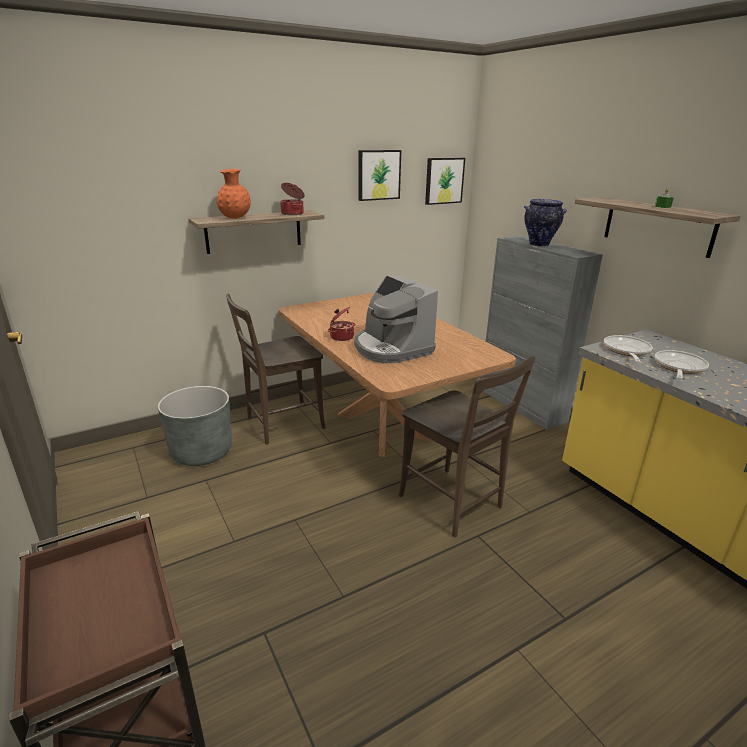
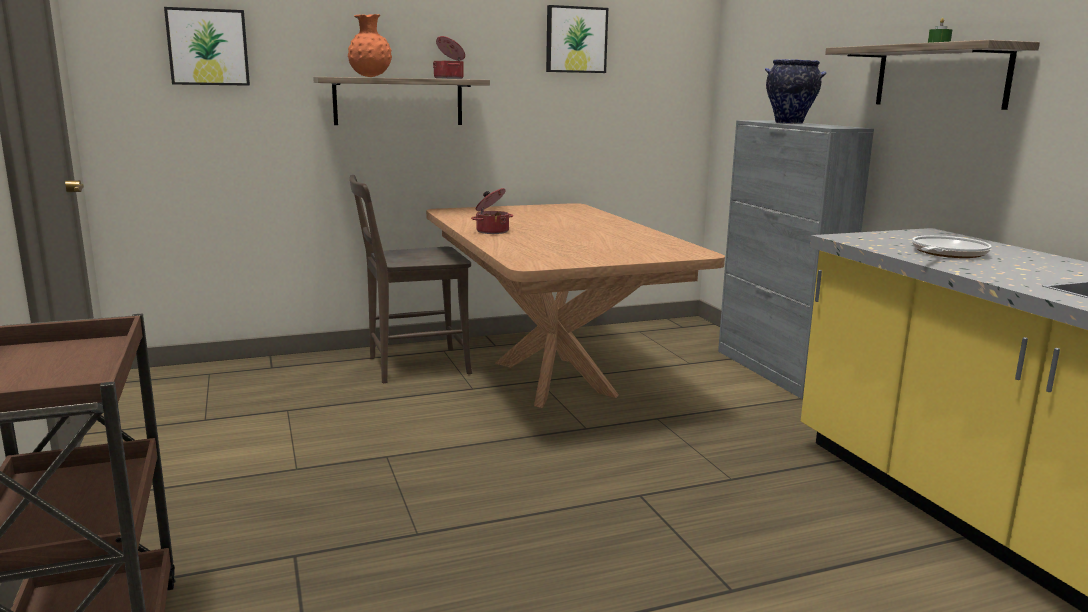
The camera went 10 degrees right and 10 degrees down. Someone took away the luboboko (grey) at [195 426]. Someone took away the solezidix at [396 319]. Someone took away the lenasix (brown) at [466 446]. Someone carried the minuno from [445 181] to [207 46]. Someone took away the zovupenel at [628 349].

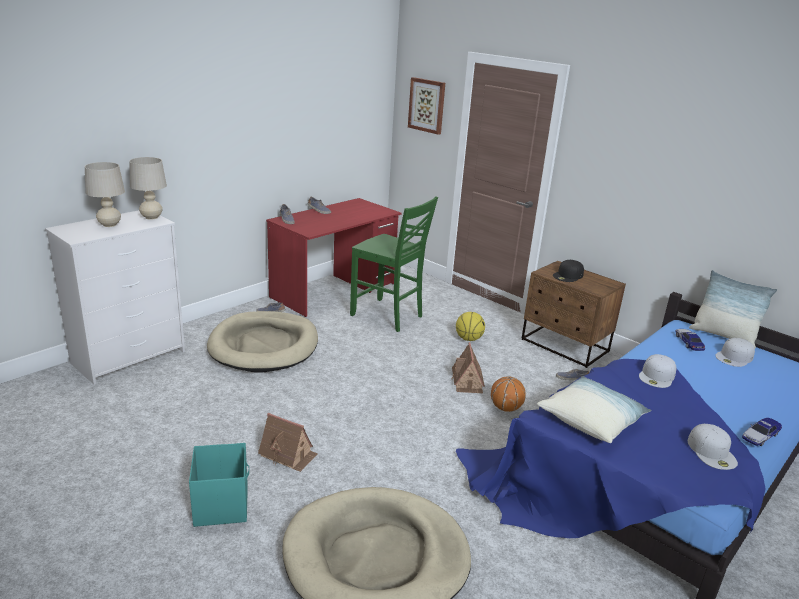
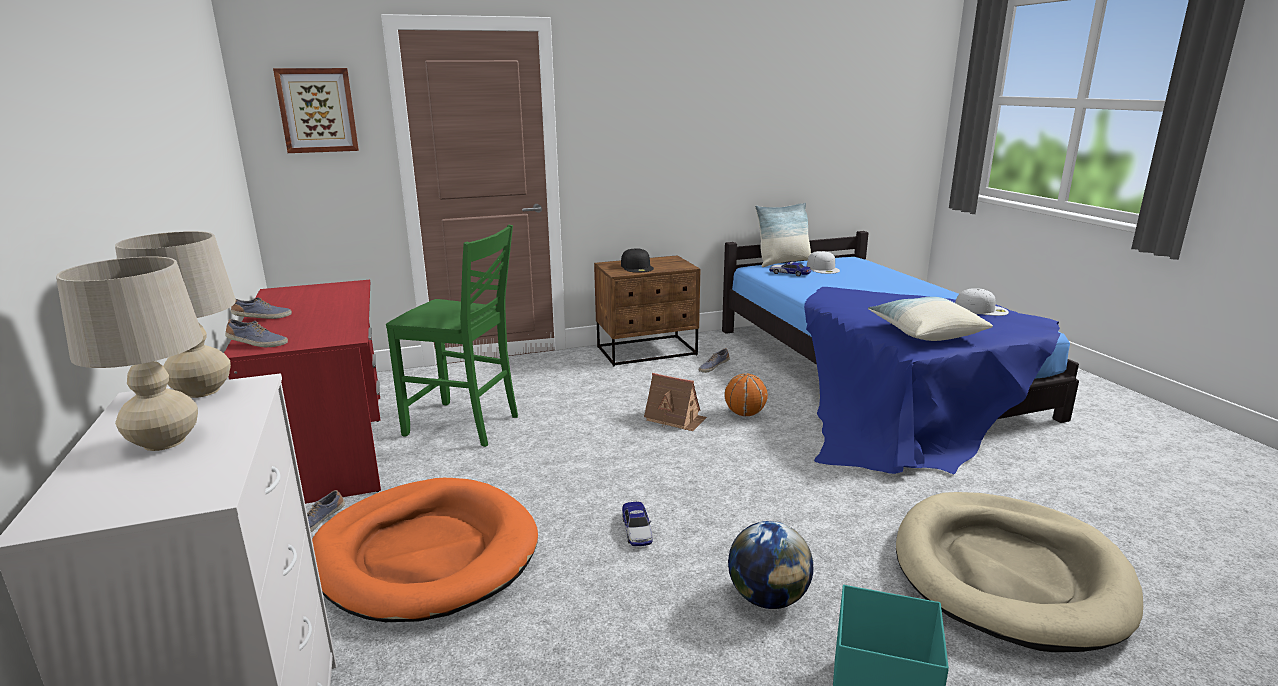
The camera went 60 degrees left and 5 degrees down. Someone repainted the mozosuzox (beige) at [262 341], which became the mozosuzox (orange) at [425 550]. Someone swapped the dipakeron at [288 442] for the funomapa at [770 565]. Someone rotated the lenasix (green) at [394 264] by 45 degrees clockwise. Someone took away the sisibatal at [470 326]. Someone took away the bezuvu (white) at [658 371]. Someone carried the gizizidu from [762 432] to [637 524].

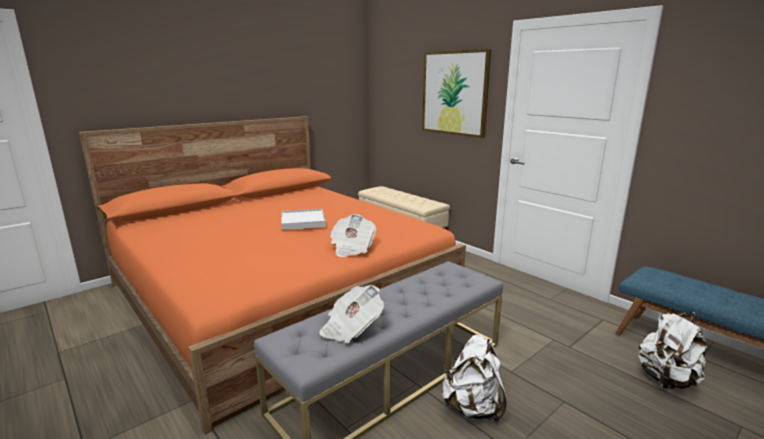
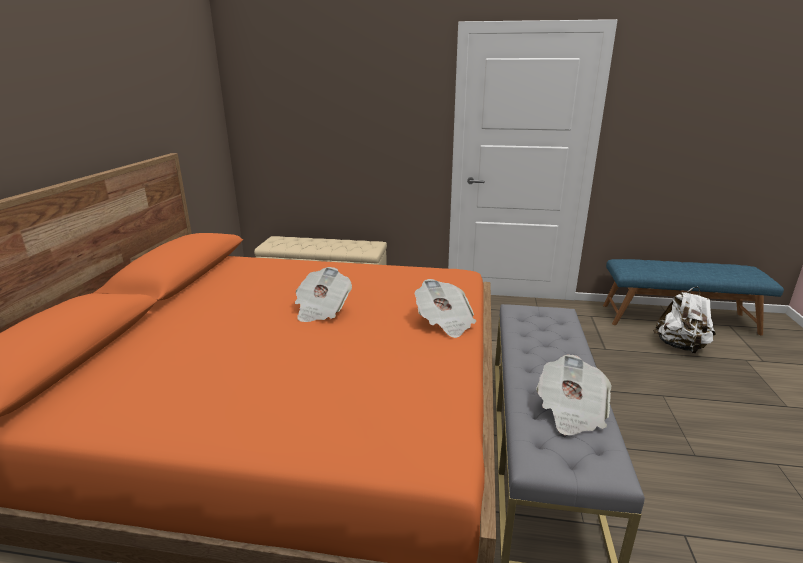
The camera went 40 degrees left and 5 degrees up. Someone swapped the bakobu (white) at [304 219] for the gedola at [323 294]. Someone took away the minuno at [456 93]. Someone took away the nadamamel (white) at [474 378].

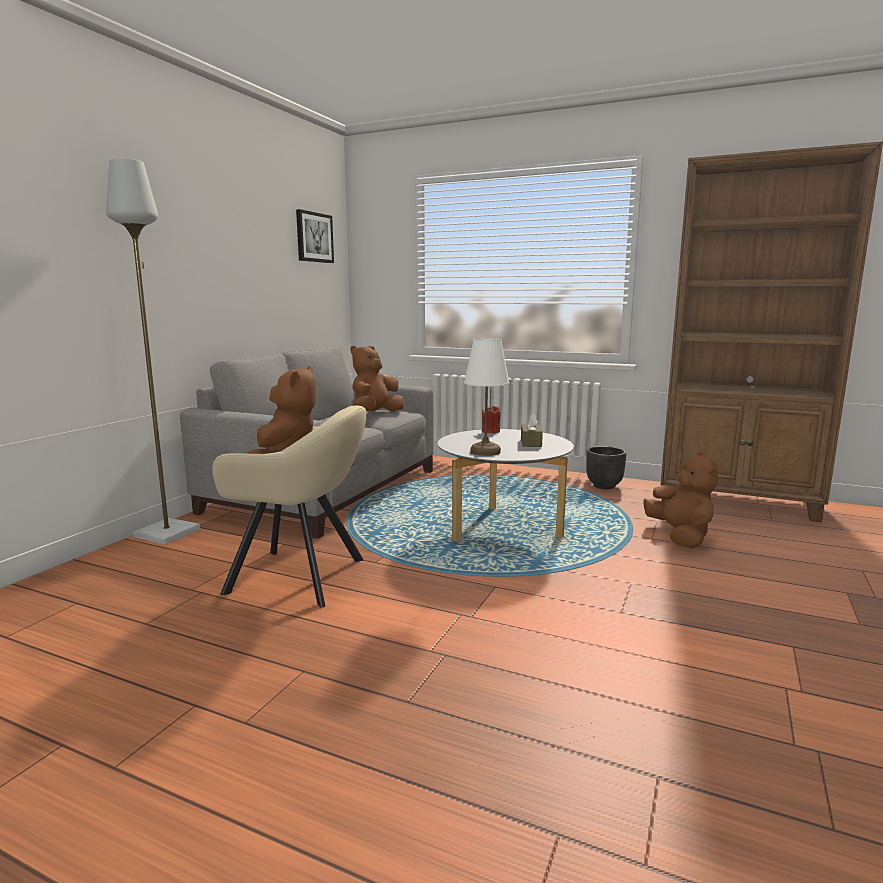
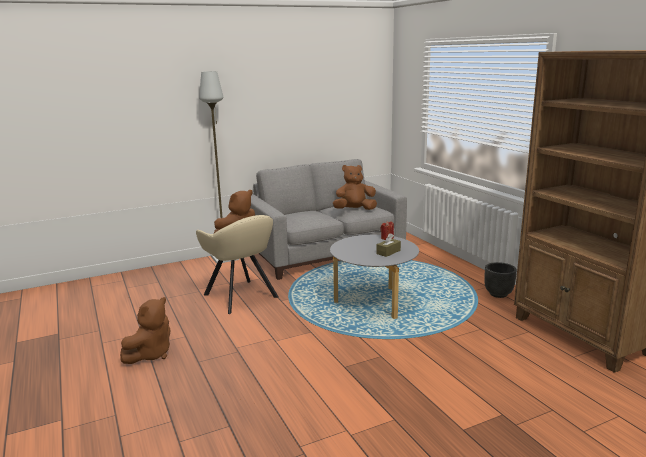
The camera went 40 degrees right and 5 degrees up. Someone took away the minuno at [315 236]. Someone took away the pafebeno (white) at [486 397]. Someone carried the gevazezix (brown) from [680 500] to [145 330].

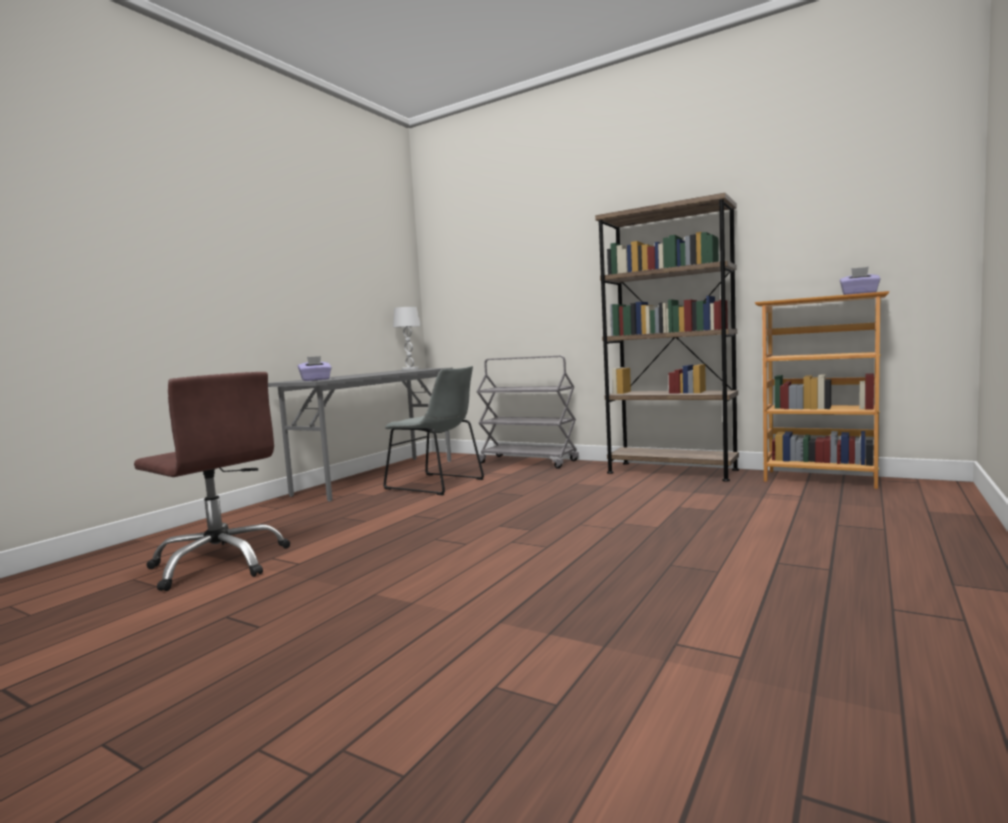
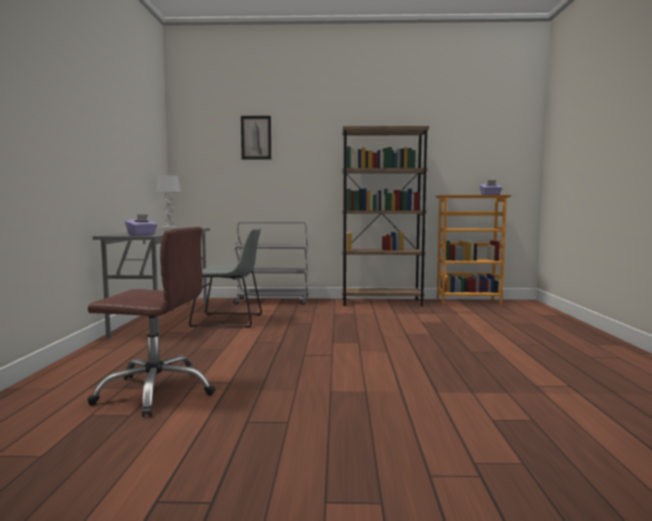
The camera went 30 degrees left and 0 degrees up. Someone put up the minuno at [256 137].

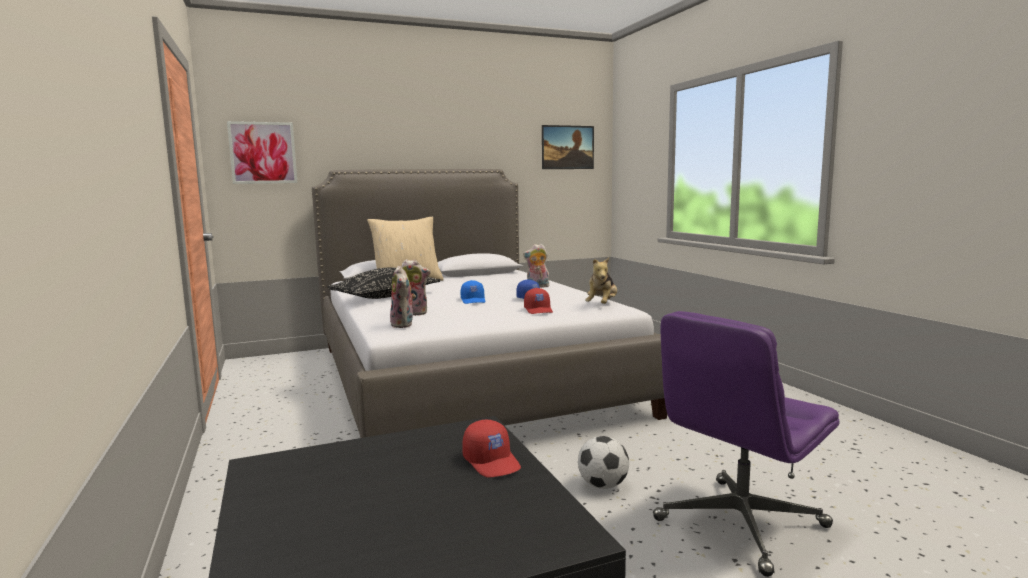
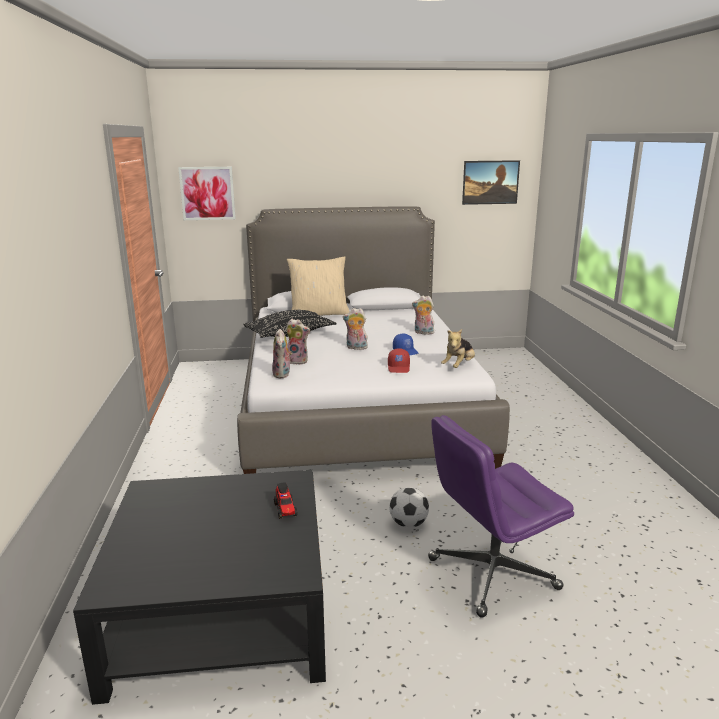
The camera went 15 degrees right and 10 degrees up. Someone swapped the bezuvu (blue) at [473 292] for the gevazezix at [355 329]. Someone swapped the bezuvu (red) at [491 448] for the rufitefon at [285 501].

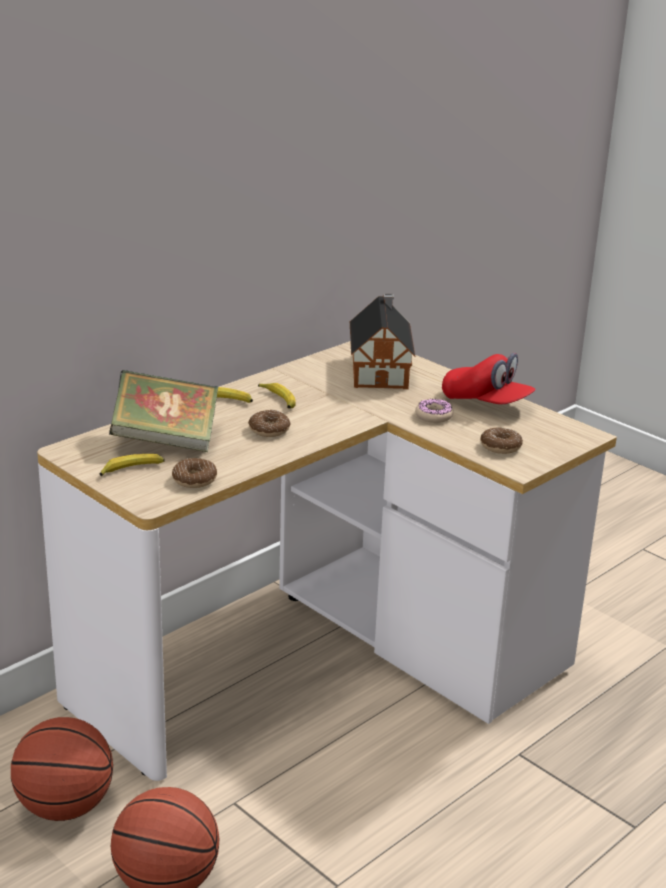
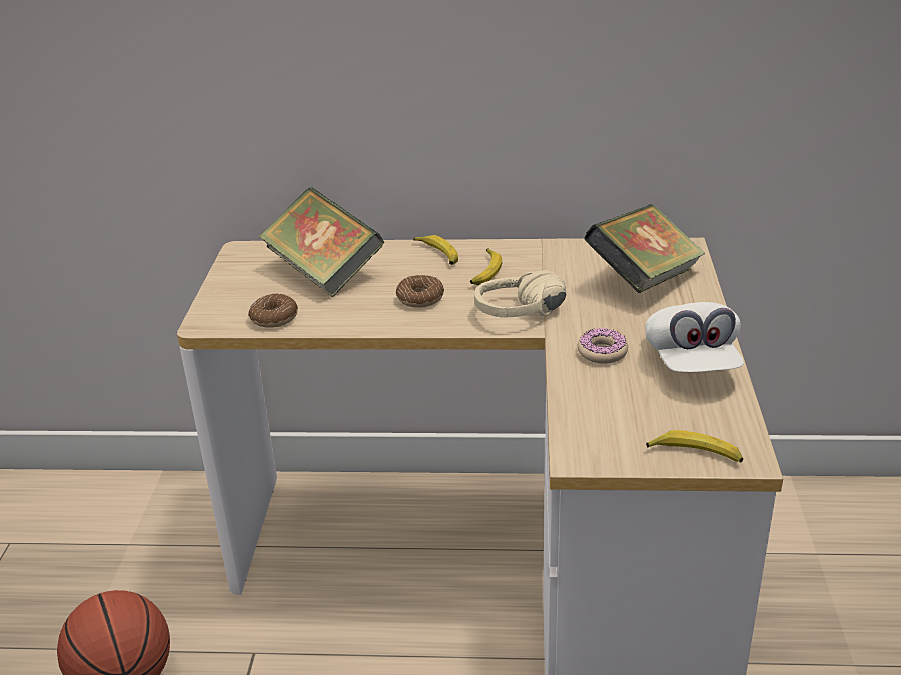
The camera went 50 degrees right and 5 degrees up. Someone took away the sisibatal at [62 769]. Someone carried the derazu from [132 465] to [694 446]. Someone swapped the dipakeron at [382 341] for the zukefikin at [644 248]. Someone repainted the bezuvu (red) at [488 378], which became the bezuvu (white) at [694 337]. Someone took away the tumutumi at [501 440]. Someone put down the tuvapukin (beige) at [520 294].

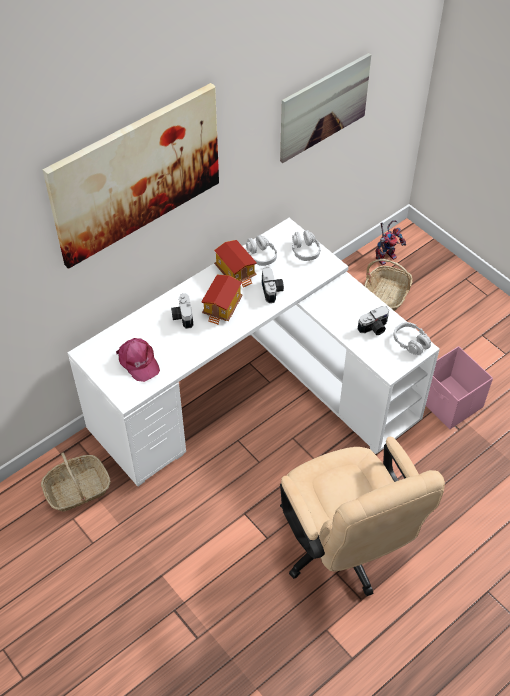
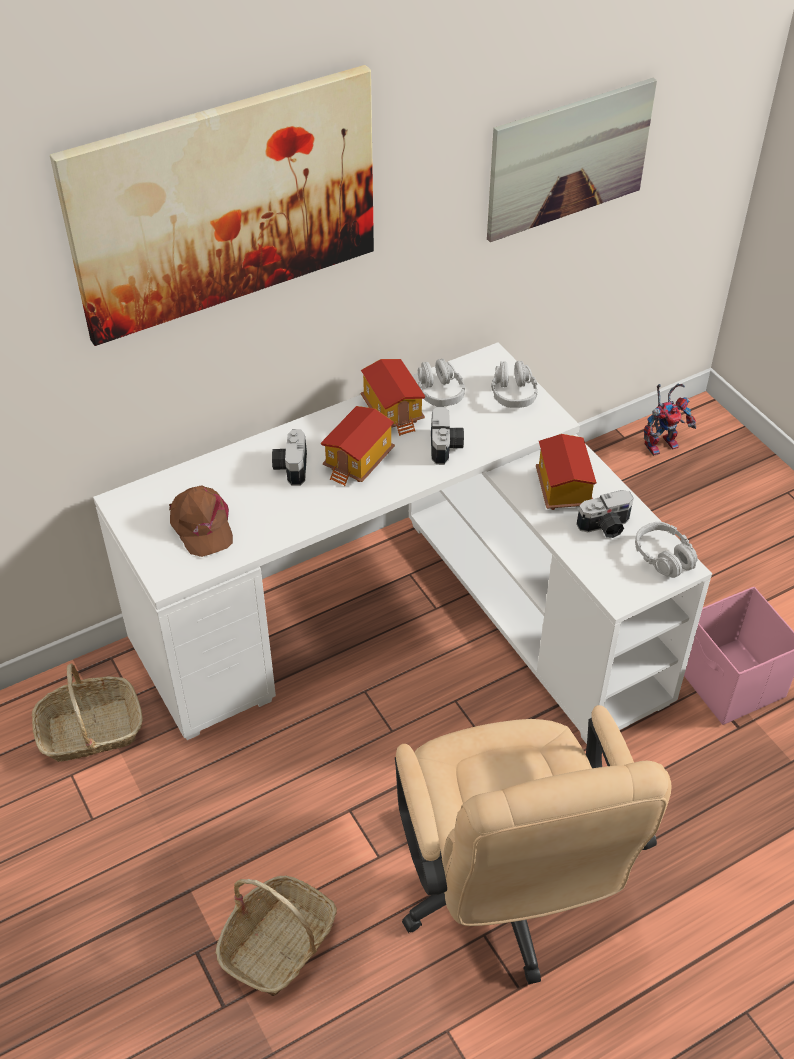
The camera went 10 degrees right and 5 degrees down. Someone repainted the bezuvu (pink) at [138 360], which became the bezuvu (brown) at [201 521]. Someone carried the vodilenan from [388 285] to [276 935]. Someone put down the dipakeron at [566 472].

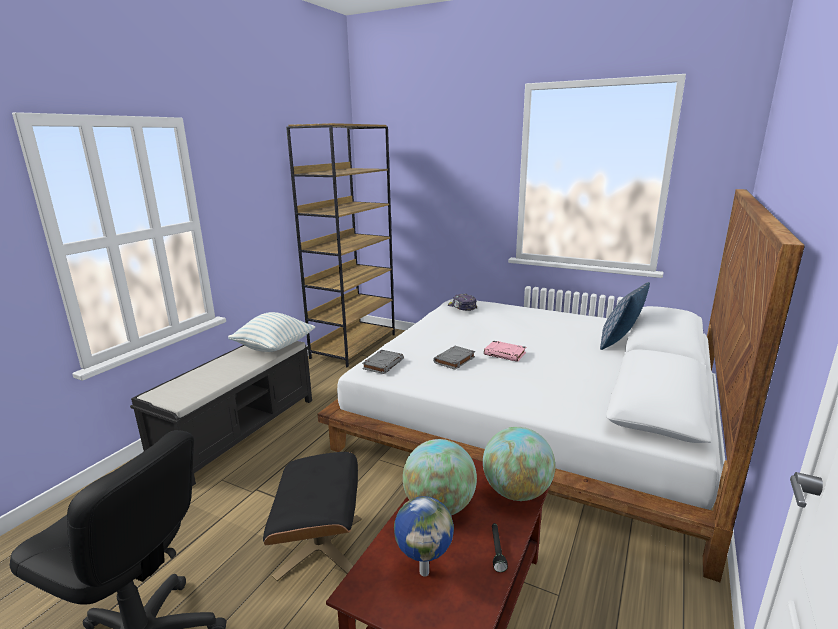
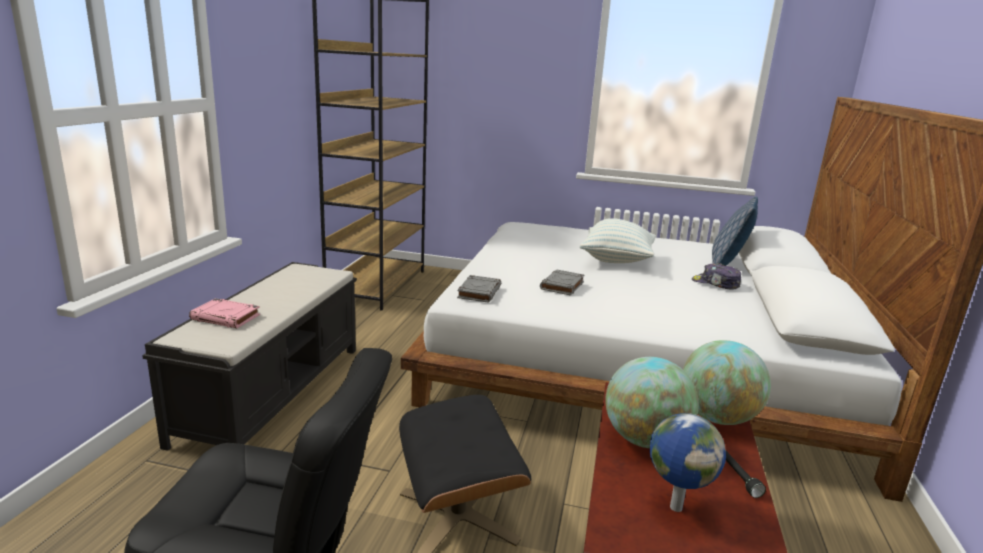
The camera went 15 degrees left and 0 degrees up. Someone carried the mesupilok from [271 332] to [618 240]. Someone carried the bezuvu from [463 302] to [716 276]. Someone carried the zukefikin (pink) from [505 351] to [224 313].

